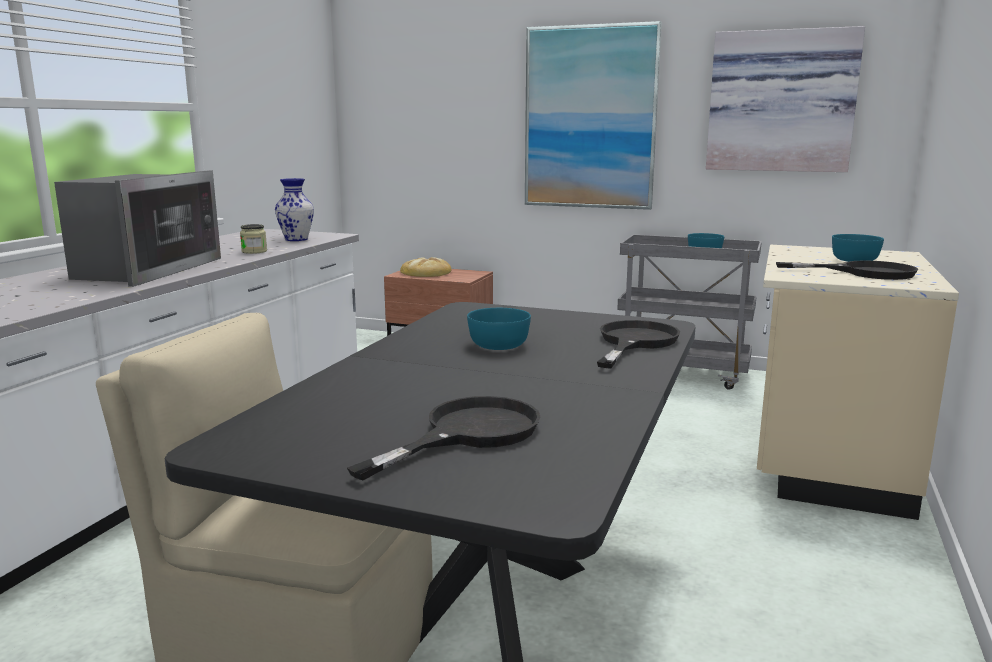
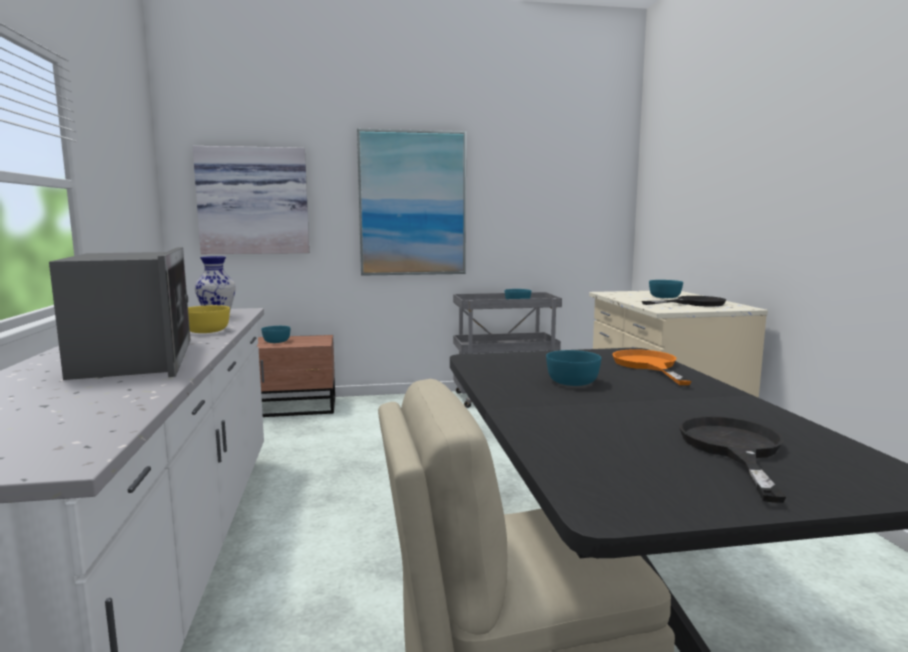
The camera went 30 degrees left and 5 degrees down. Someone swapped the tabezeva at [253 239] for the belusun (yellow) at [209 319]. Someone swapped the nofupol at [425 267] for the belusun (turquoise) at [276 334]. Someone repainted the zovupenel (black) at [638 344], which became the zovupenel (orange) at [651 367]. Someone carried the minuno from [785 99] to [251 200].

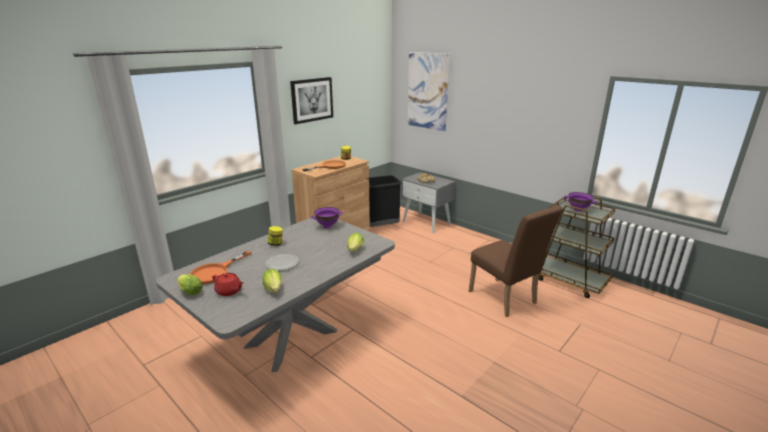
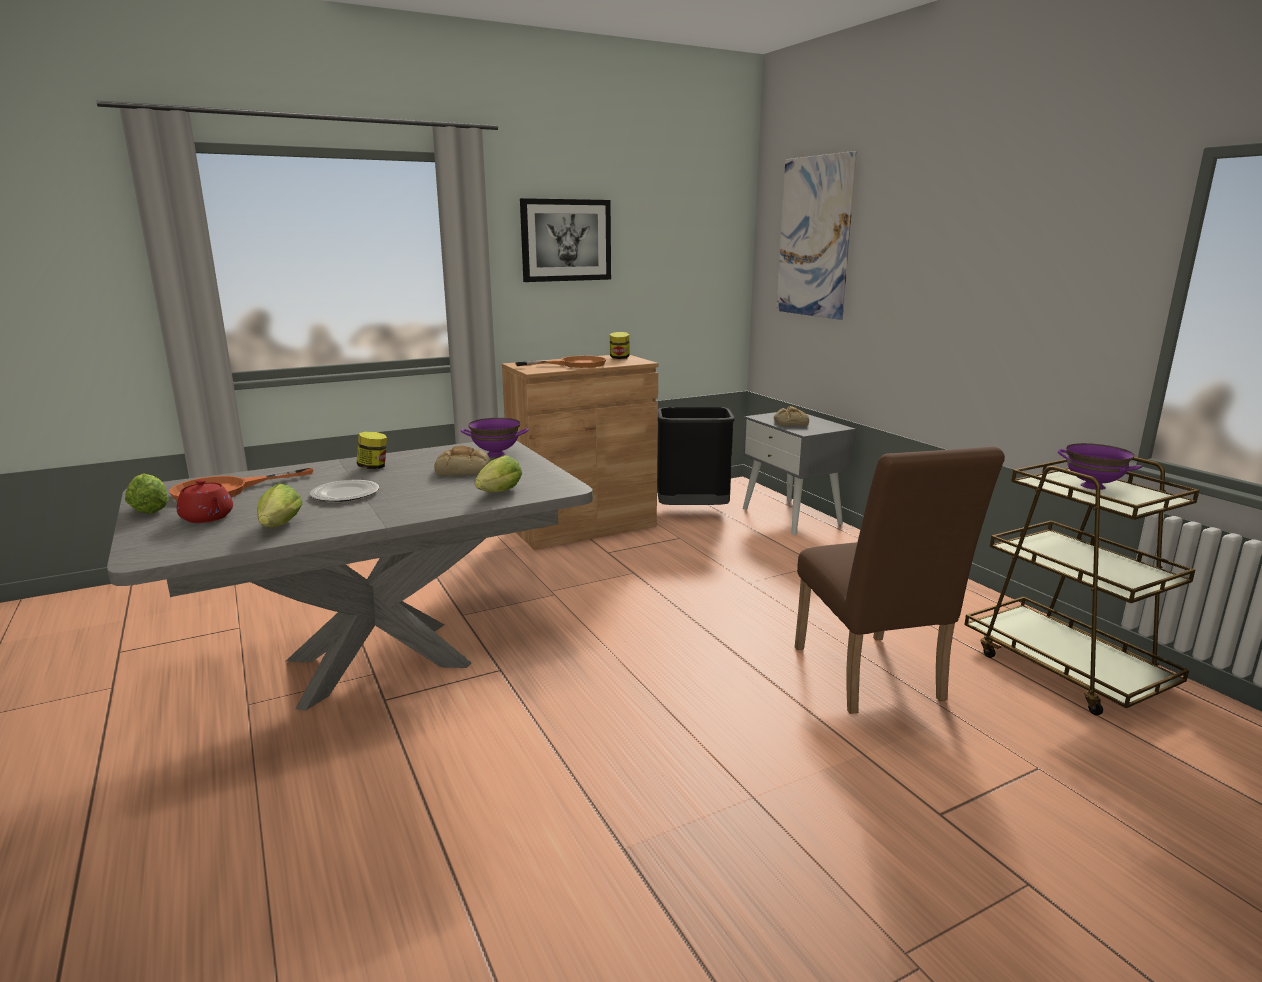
The camera went 20 degrees right and 5 degrees down. Someone put down the nofupol at [462 460].

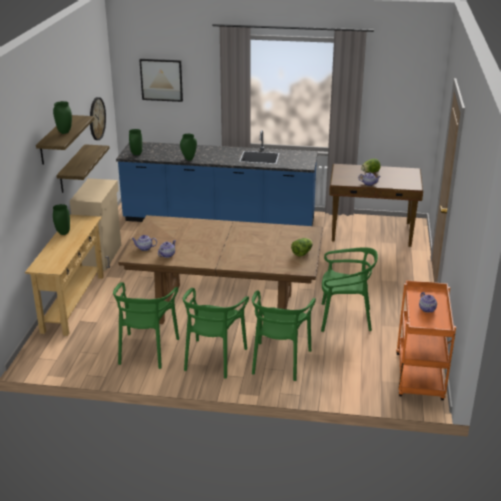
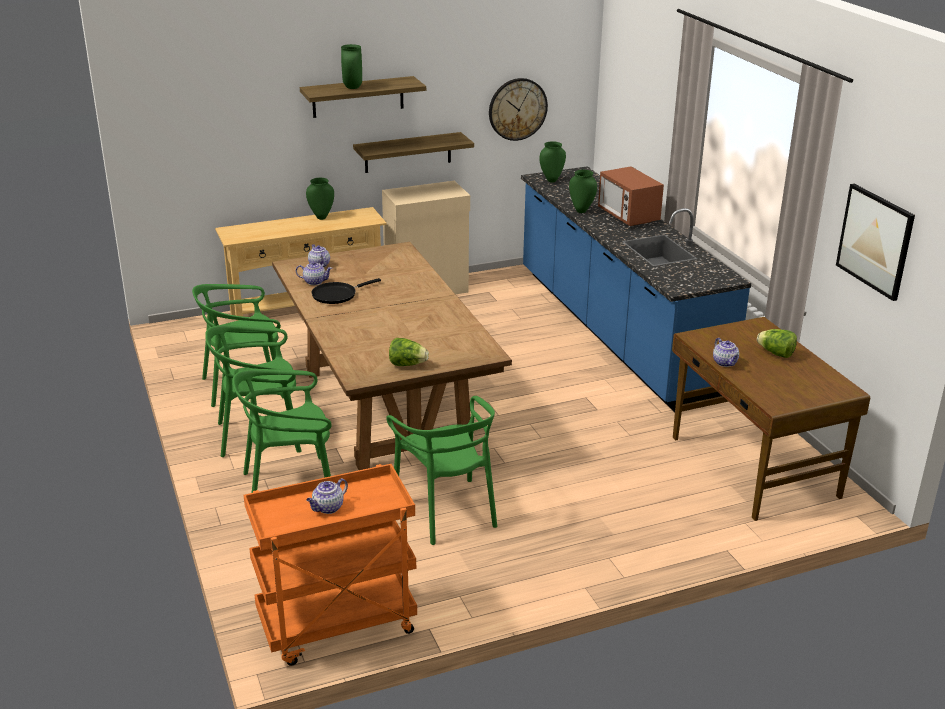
The camera went 60 degrees right and 0 degrees up. Someone carried the minuno from [161 80] to [875 242]. Someone put down the zovupenel (black) at [346 291]. Someone put down the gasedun at [631 196].

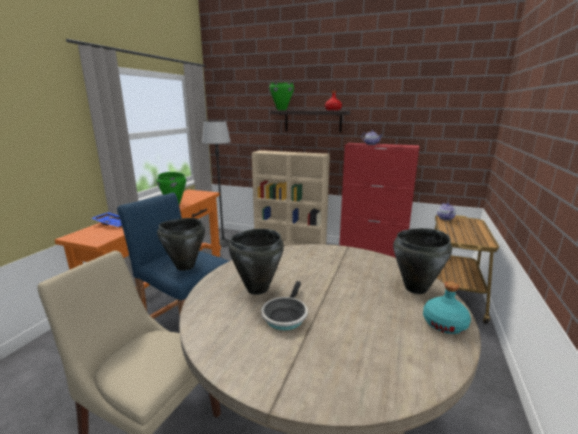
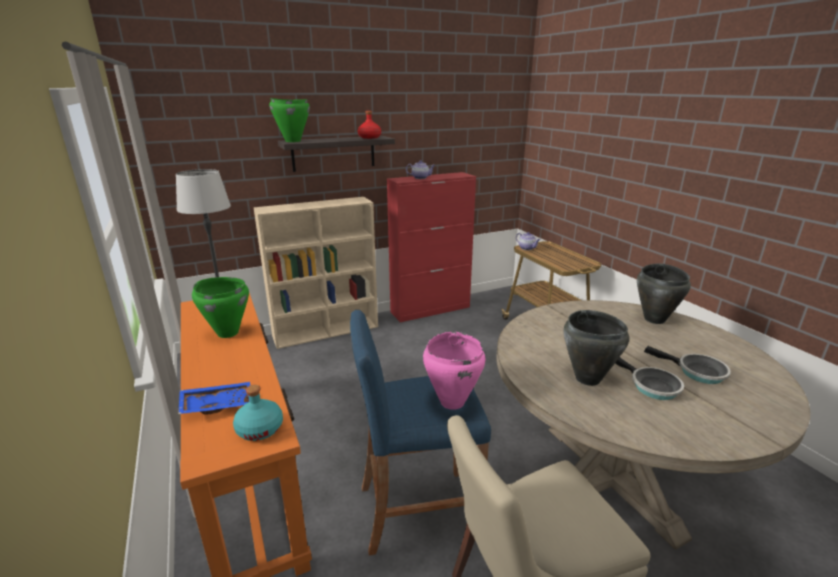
The camera went 45 degrees left and 5 degrees up. Someone repainted the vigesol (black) at [181 244], which became the vigesol (pink) at [454 371]. Someone carried the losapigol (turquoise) from [447 307] to [258 413]. Someone put down the zovupenel at [687 365].

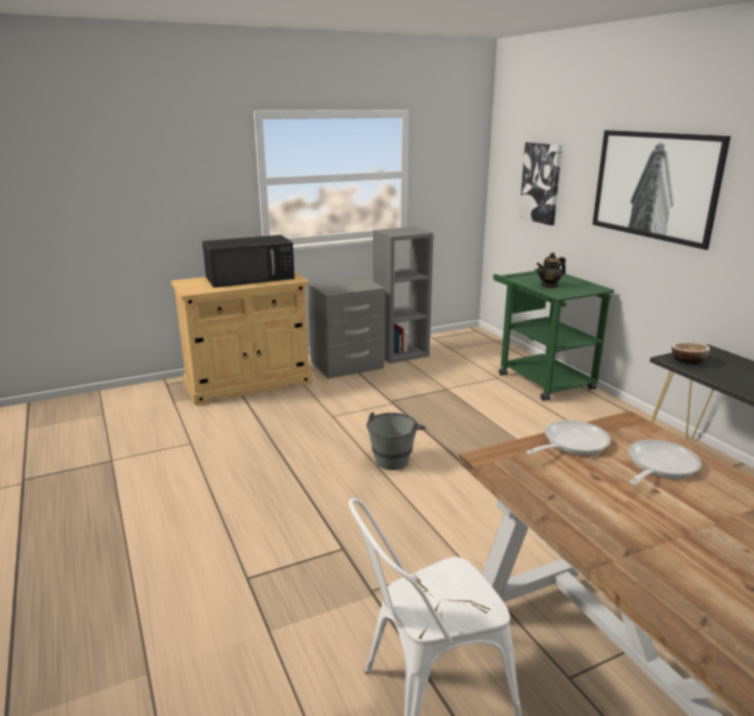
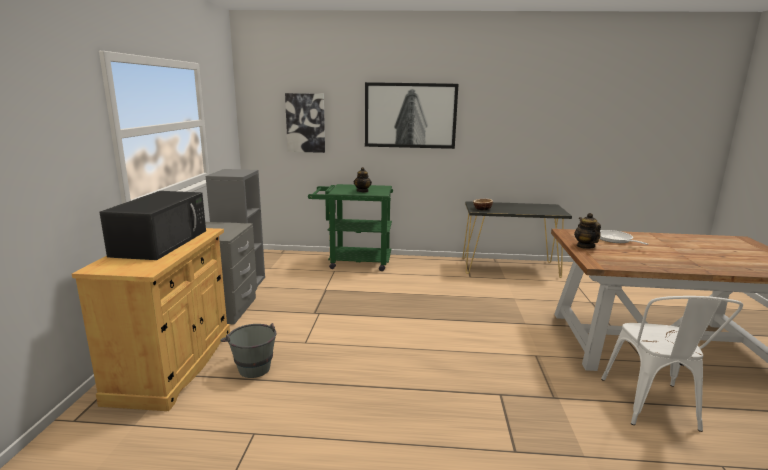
The camera went 60 degrees left and 5 degrees down. Someone carried the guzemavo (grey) from [396 441] to [248 350]. Someone swapped the zovupenel at [568 437] for the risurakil at [587 231].

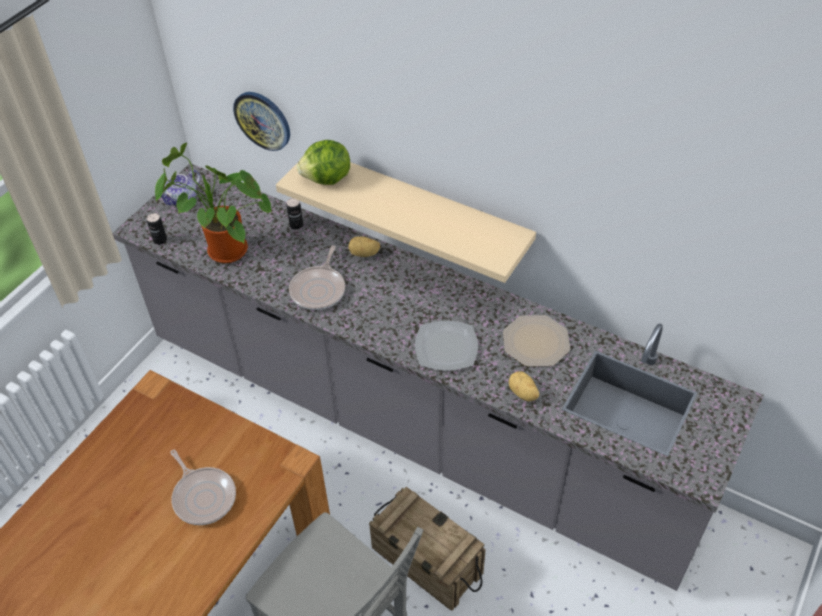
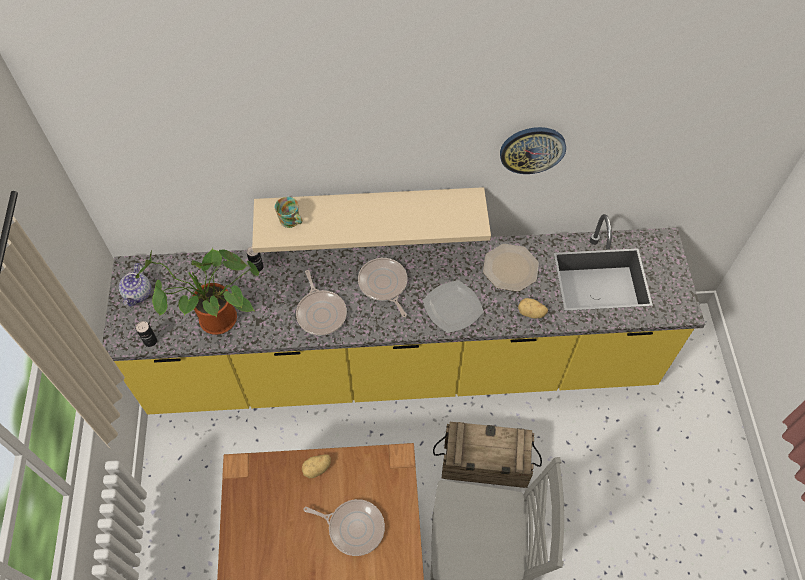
The camera went 35 degrees left and 10 degrees up. Someone repainted the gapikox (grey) at [438 377], which became the gapikox (yellow) at [403 314]. Someone carried the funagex from [261 121] to [533 150]. Someone swapped the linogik at [323 162] for the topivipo at [289 212]. Someone carried the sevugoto from [364 246] to [316 466]. Someone put down the zovupenel at [382 287].

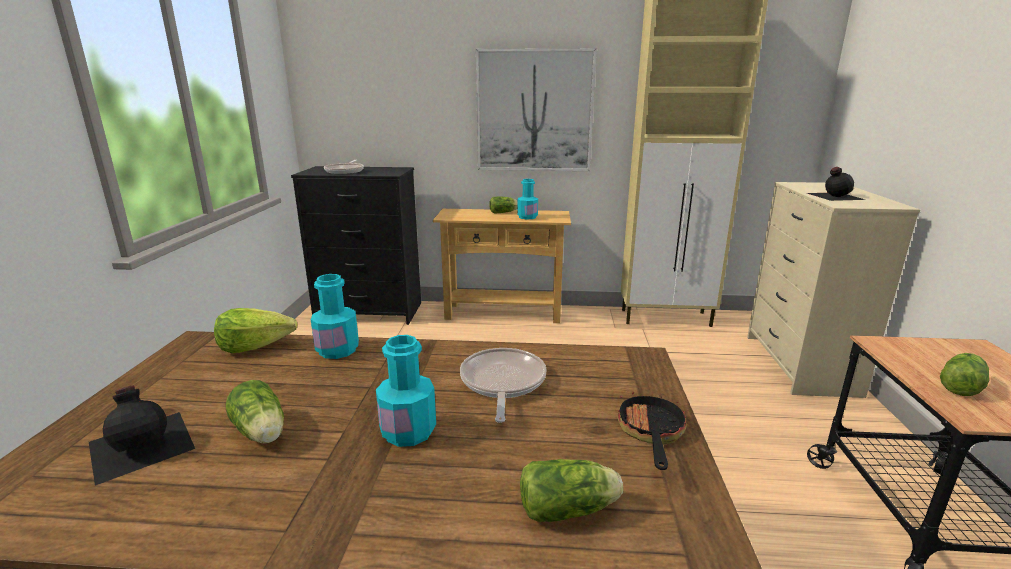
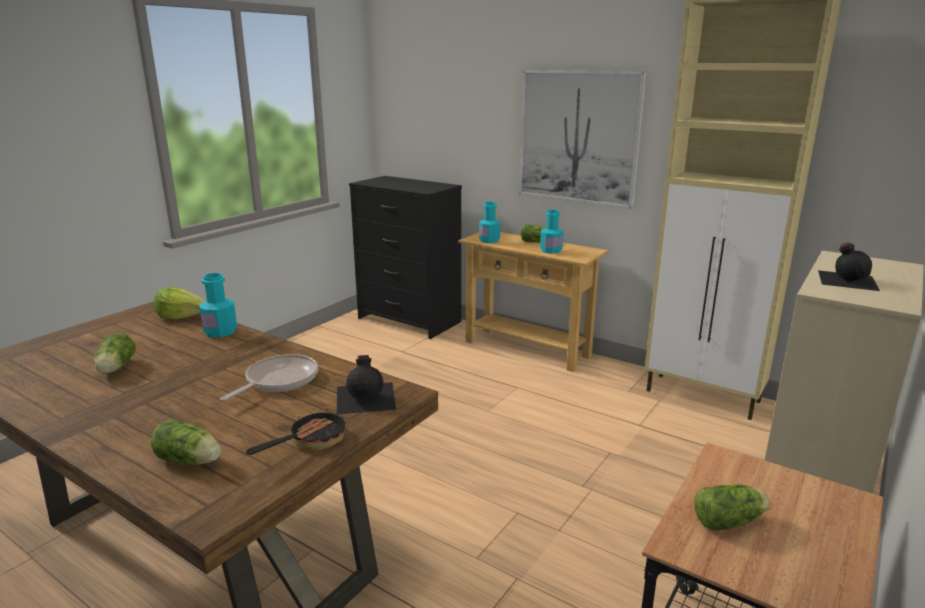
The camera went 30 degrees right and 0 degrees up. Someone carried the losapigol (black) from [142 435] to [366 385]. Someone took away the zovupenel at [344 167]. Someone carried the losapigol (turquoise) from [406 391] to [489 222].

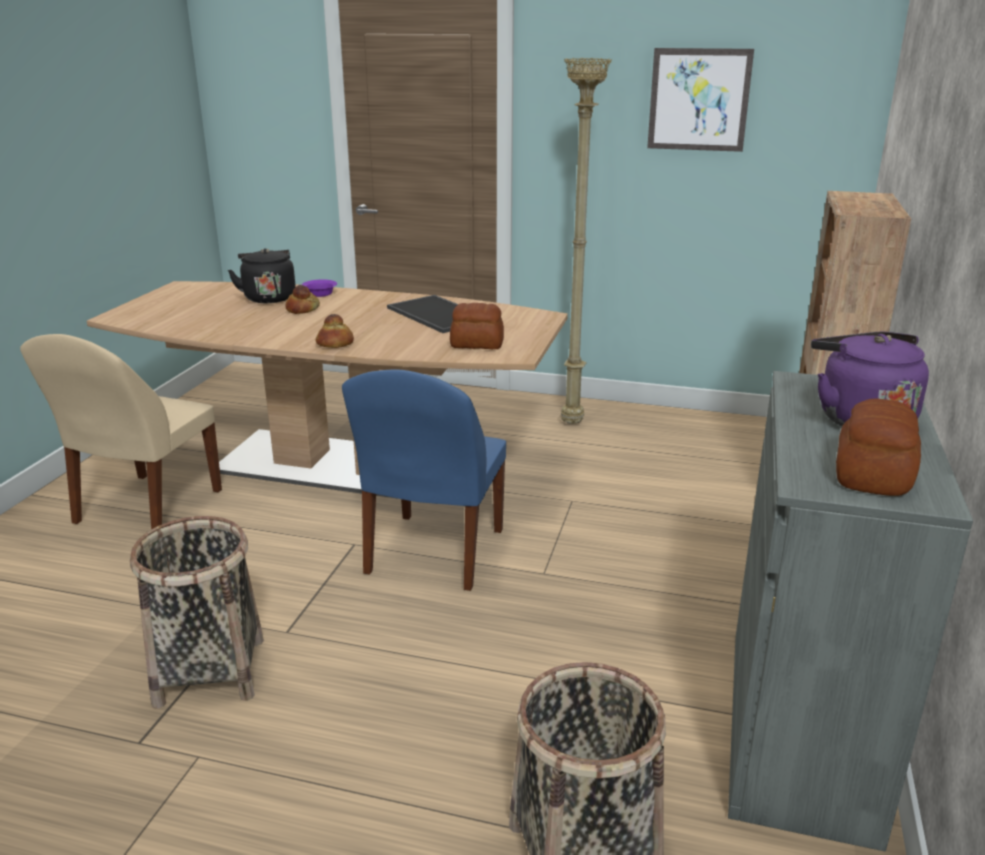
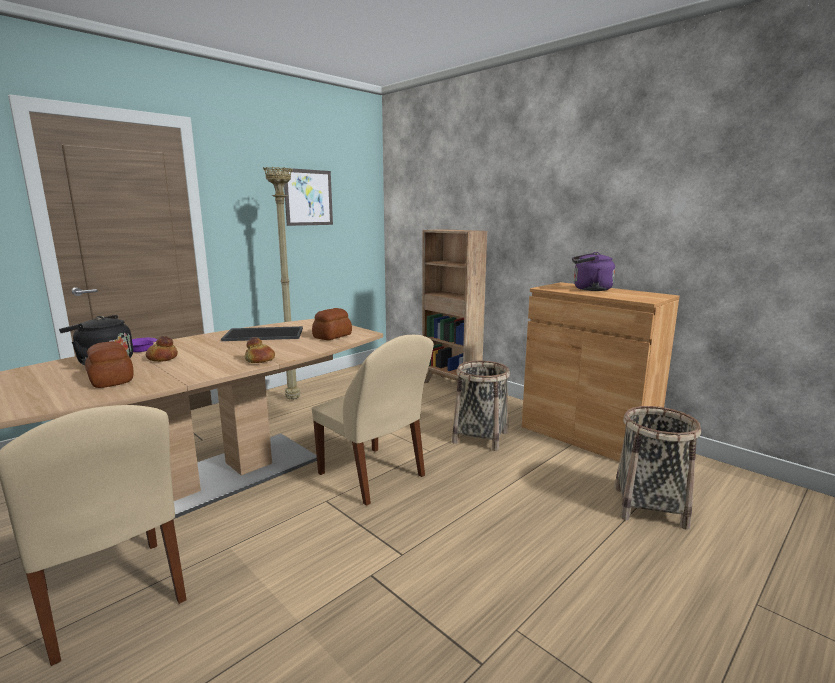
The camera went 60 degrees left and 10 degrees down. Someone carried the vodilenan from [197 612] to [481 406]. Someone repainted the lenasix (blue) at [424 480], which became the lenasix (beige) at [373 420]. Someone repainted the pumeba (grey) at [850 611], which became the pumeba (brown) at [600 371]. Someone carried the nofupol from [878 447] to [109 364].

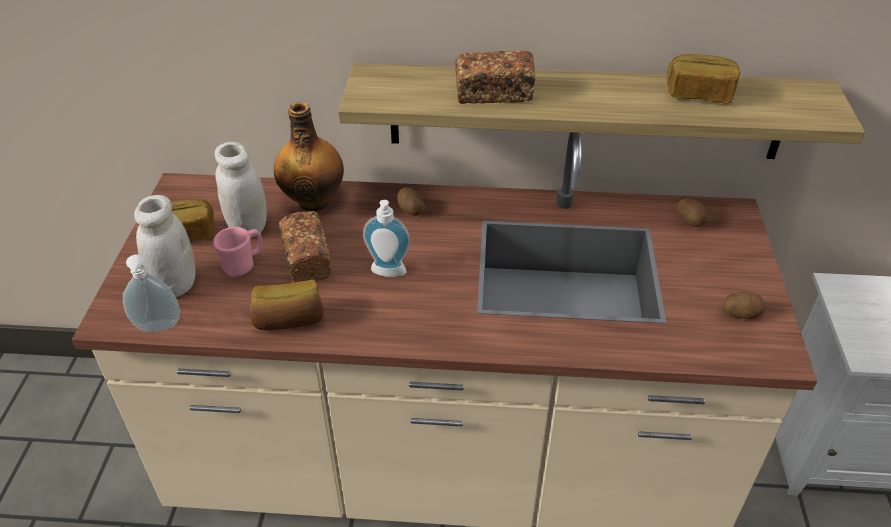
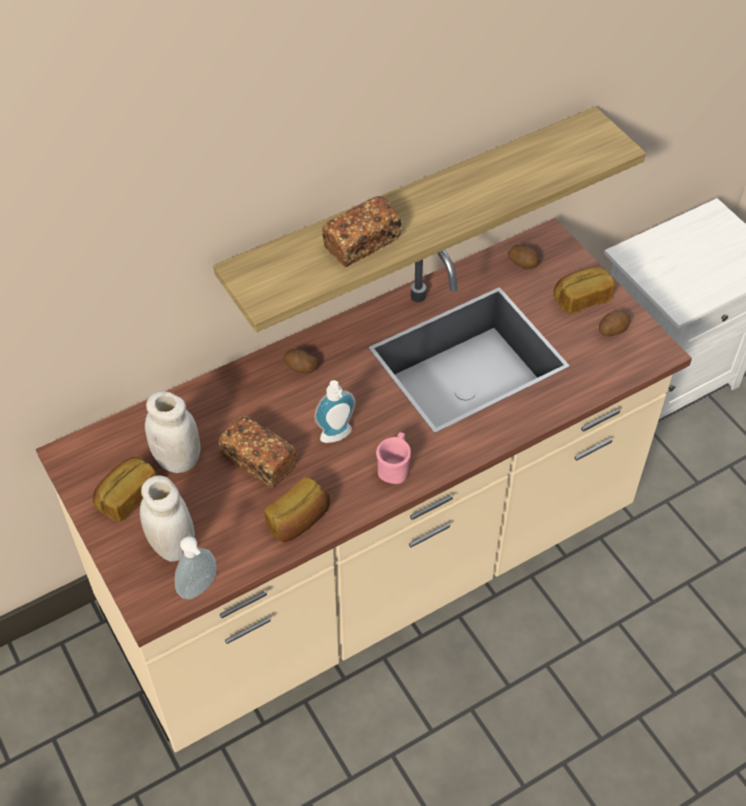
The camera went 35 degrees left and 10 degrees up. Someone carried the topivipo (pink) from [237 252] to [393 458]. Someone took away the losapigol at [309 156]. Someone carried the nofupol from [703 79] to [584 290].

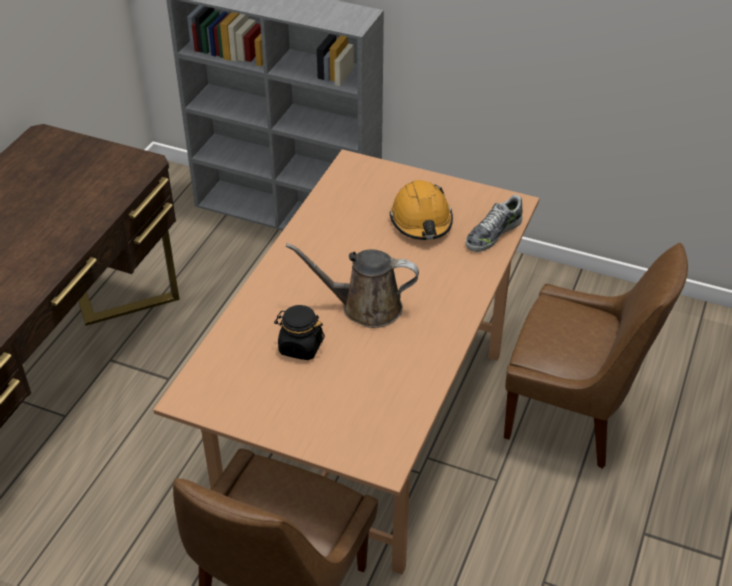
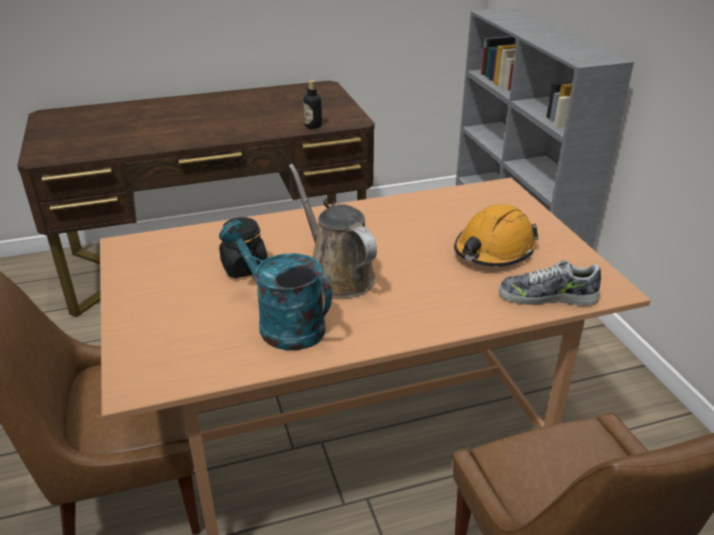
The camera went 50 degrees right and 10 degrees down. Someone put down the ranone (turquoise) at [275 285]. Someone put down the losapigol at [312 104].

